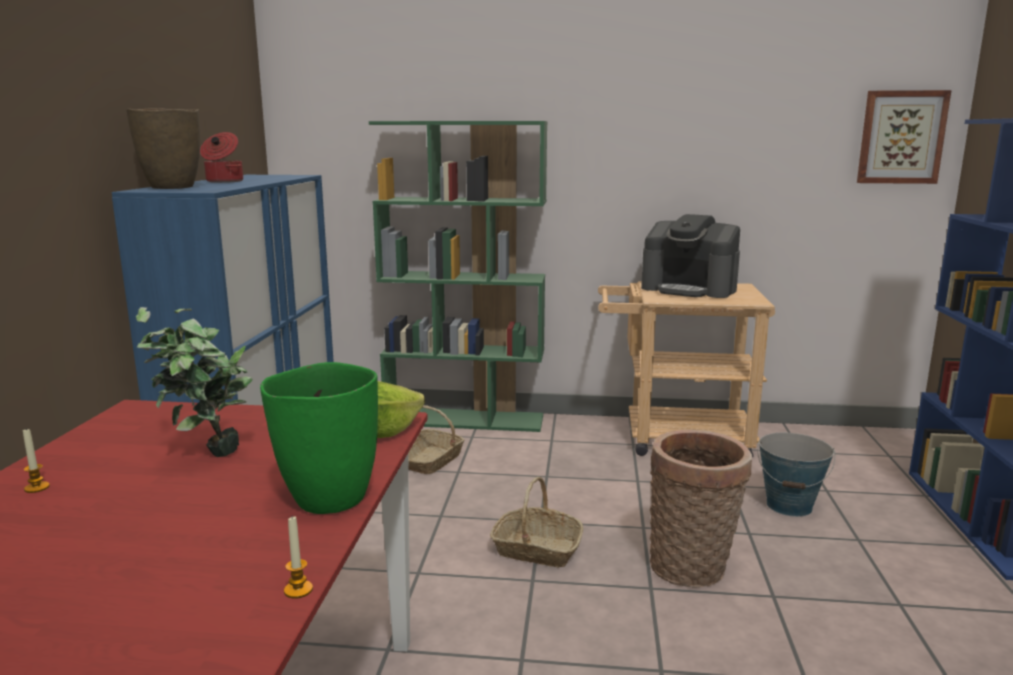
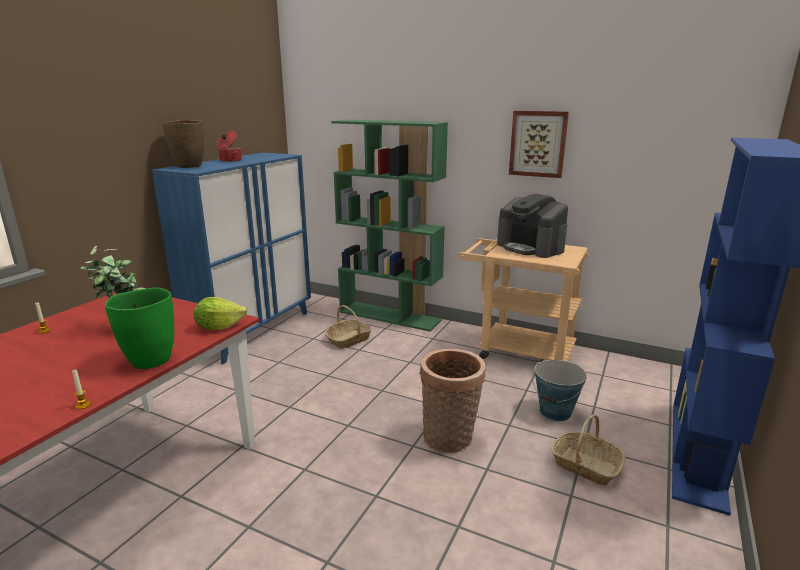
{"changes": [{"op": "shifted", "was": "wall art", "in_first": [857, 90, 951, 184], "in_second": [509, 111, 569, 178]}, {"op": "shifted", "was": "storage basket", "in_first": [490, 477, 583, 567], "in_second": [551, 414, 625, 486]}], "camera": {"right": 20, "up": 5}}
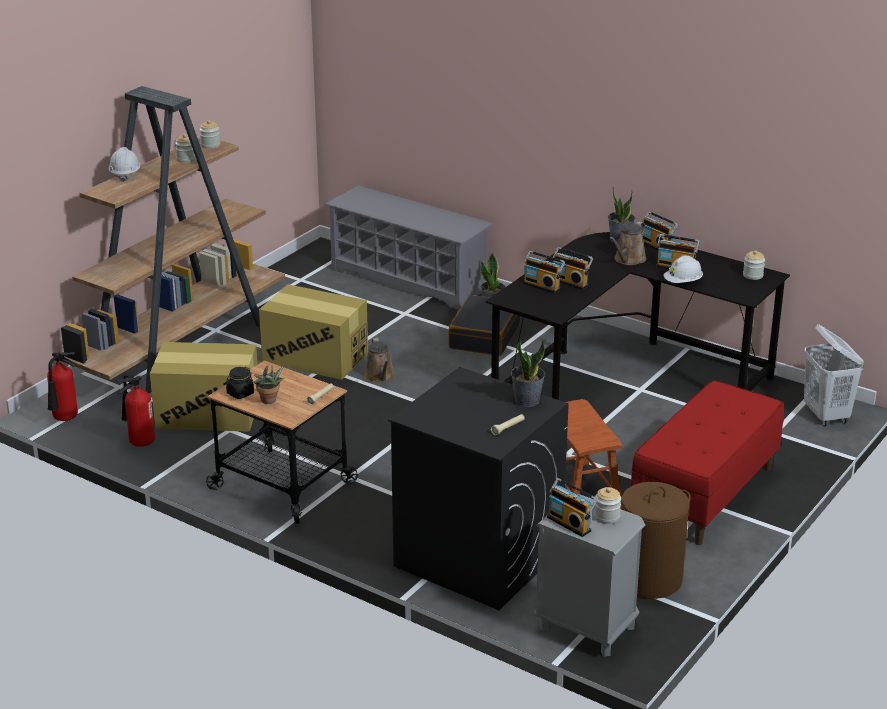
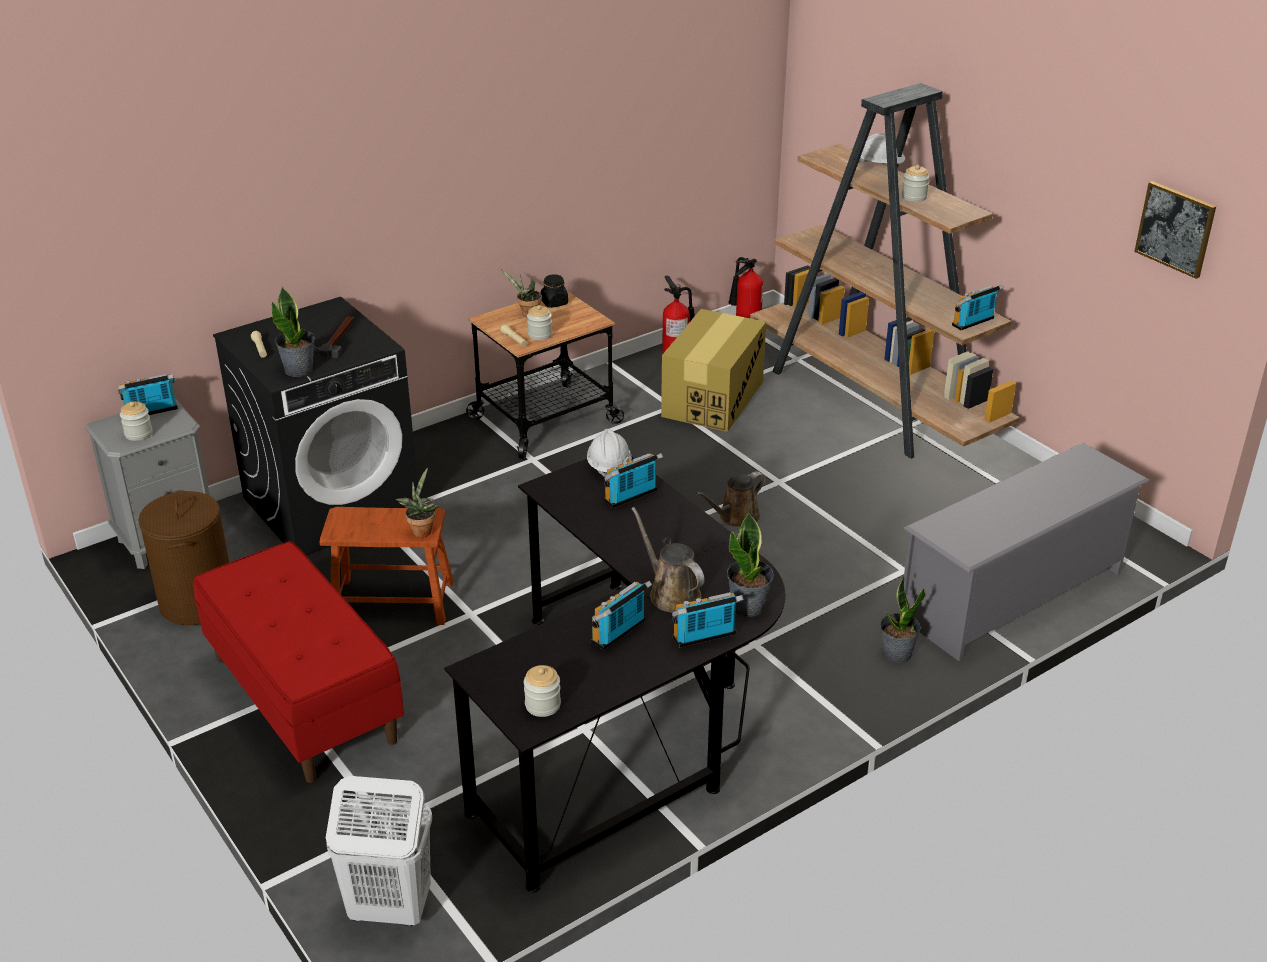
{"changes": [{"op": "shifted", "was": "jar", "in_first": [199, 120, 220, 149], "in_second": [527, 305, 552, 340]}, {"op": "shifted", "was": "radio receiver", "in_first": [553, 247, 593, 290], "in_second": [952, 285, 1004, 330]}, {"op": "shifted", "was": "white safety helmet", "in_first": [663, 256, 703, 283], "in_second": [587, 429, 632, 477]}, {"op": "gone", "was": "packing box", "in_first": [259, 284, 368, 380]}, {"op": "gone", "was": "black-coloured suitcase", "in_first": [448, 295, 520, 356]}, {"op": "rotated", "was": "brown sprinkling can", "in_first": [364, 338, 395, 383], "in_second": [696, 471, 766, 527], "clockwise": -45}, {"op": "new", "now": "wall art", "in_second": [1134, 181, 1216, 279]}, {"op": "new", "now": "tool hammer", "in_second": [314, 316, 354, 358]}, {"op": "new", "now": "houseplant", "in_second": [396, 468, 438, 537]}], "camera": {"right": 110, "up": 5}}
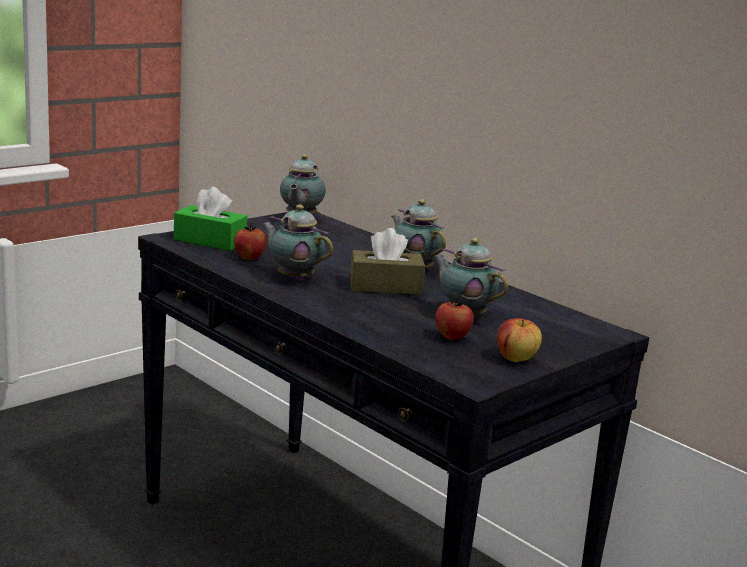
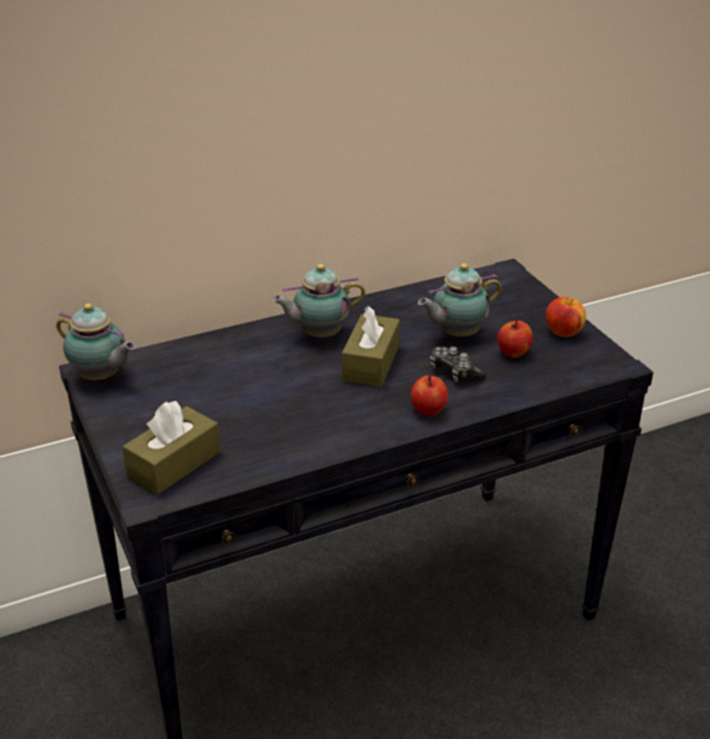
{"changes": [{"op": "repainted", "was": "green-coloured box of tissues", "now": "brown box of tissues", "in_first": [174, 187, 248, 251], "in_second": [122, 401, 220, 494]}, {"op": "gone", "was": "teapot", "in_first": [261, 205, 333, 280]}, {"op": "shifted", "was": "whole apple", "in_first": [234, 223, 267, 260], "in_second": [411, 374, 448, 416]}, {"op": "new", "now": "gamepad", "in_second": [430, 346, 486, 383]}], "camera": {"right": -70, "up": 15}}
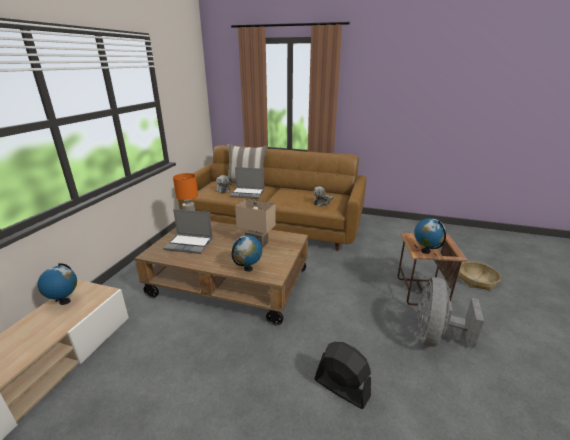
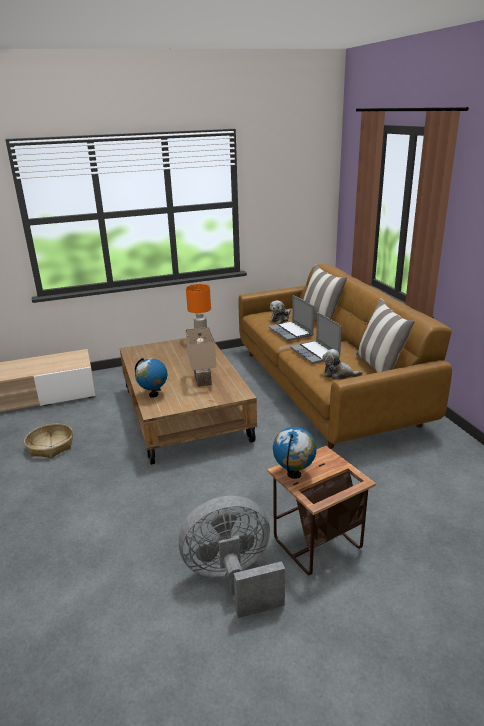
{"changes": [{"op": "shifted", "was": "portable computer", "in_first": [163, 209, 213, 254], "in_second": [290, 312, 342, 364]}, {"op": "shifted", "was": "storage basket", "in_first": [458, 262, 501, 291], "in_second": [24, 424, 73, 459]}, {"op": "gone", "was": "desk globe", "in_first": [37, 263, 77, 305]}, {"op": "gone", "was": "black-coloured cooling fan", "in_first": [315, 342, 371, 409]}, {"op": "new", "now": "throw pillow", "in_second": [356, 298, 415, 373]}], "camera": {"right": 55, "up": 0}}
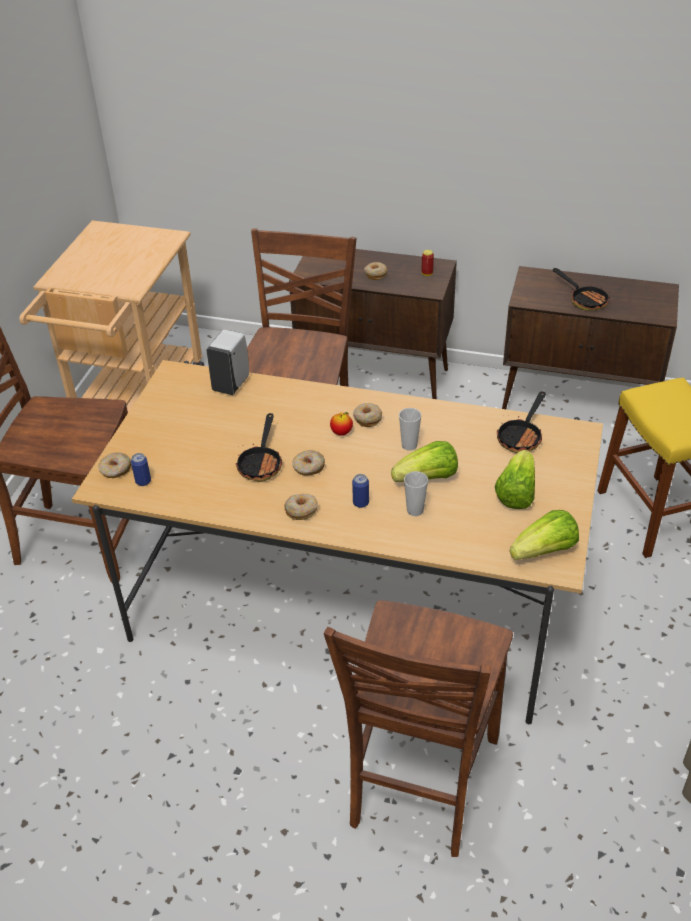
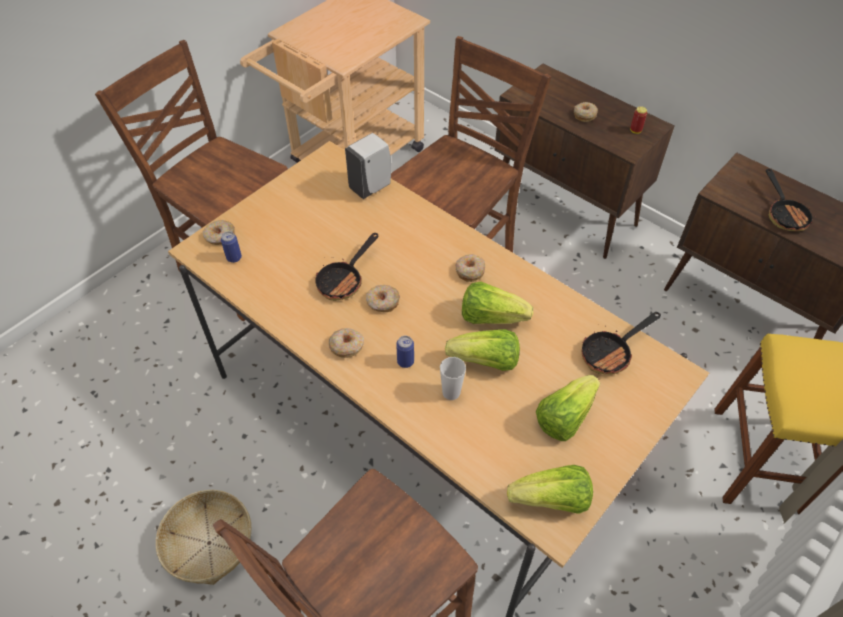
{"changes": [{"op": "swapped", "was": "drinking cup", "now": "lettuce", "in_first": [399, 408, 421, 451], "in_second": [462, 281, 533, 324]}, {"op": "gone", "was": "whole apple", "in_first": [330, 412, 353, 436]}, {"op": "new", "now": "storage basket", "in_second": [156, 490, 252, 585]}], "camera": {"right": 25, "up": 10}}
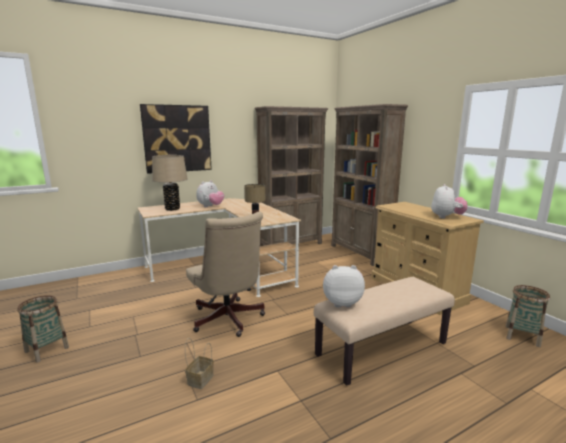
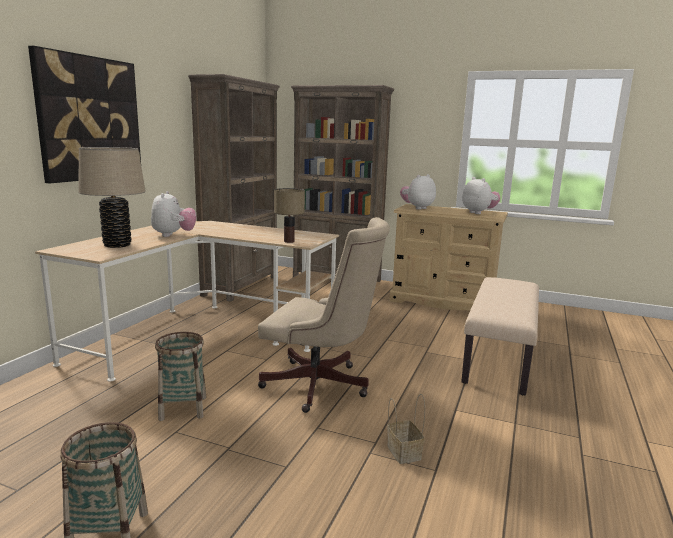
{"changes": [{"op": "shifted", "was": "cuddly toy", "in_first": [323, 265, 365, 308], "in_second": [400, 174, 436, 210]}, {"op": "shifted", "was": "storage basket", "in_first": [506, 285, 550, 347], "in_second": [155, 332, 206, 421]}], "camera": {"right": -40, "up": 0}}
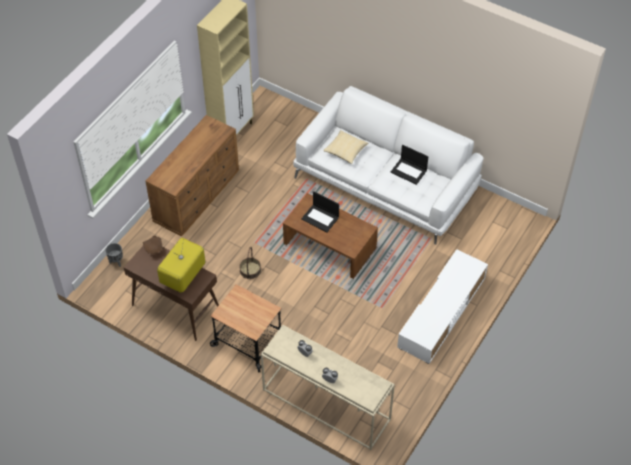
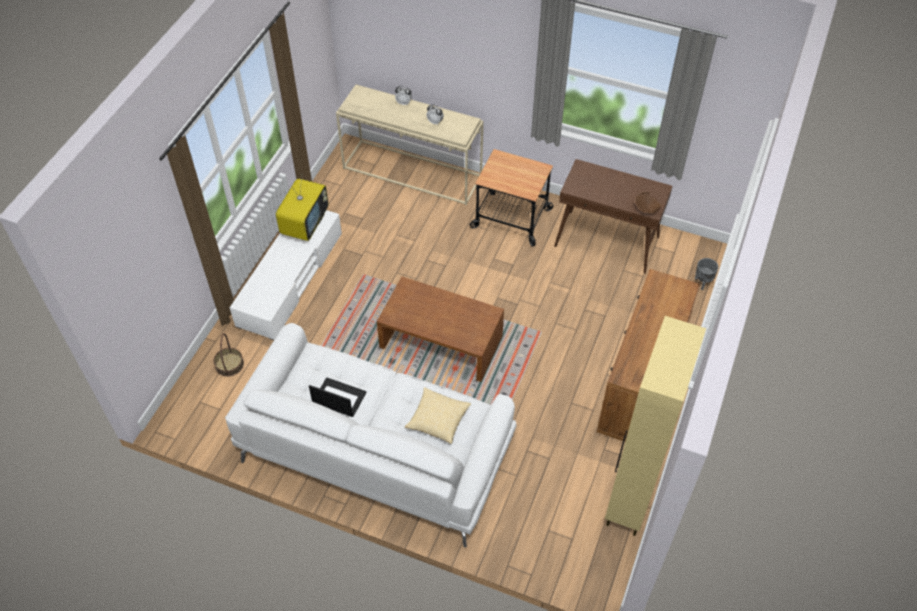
{"changes": [{"op": "gone", "was": "portable computer", "in_first": [301, 191, 339, 232]}, {"op": "shifted", "was": "TV set", "in_first": [157, 238, 205, 293], "in_second": [276, 174, 328, 241]}, {"op": "shifted", "was": "storage basket", "in_first": [239, 246, 261, 279], "in_second": [214, 333, 244, 377]}], "camera": {"right": 170, "up": 0}}
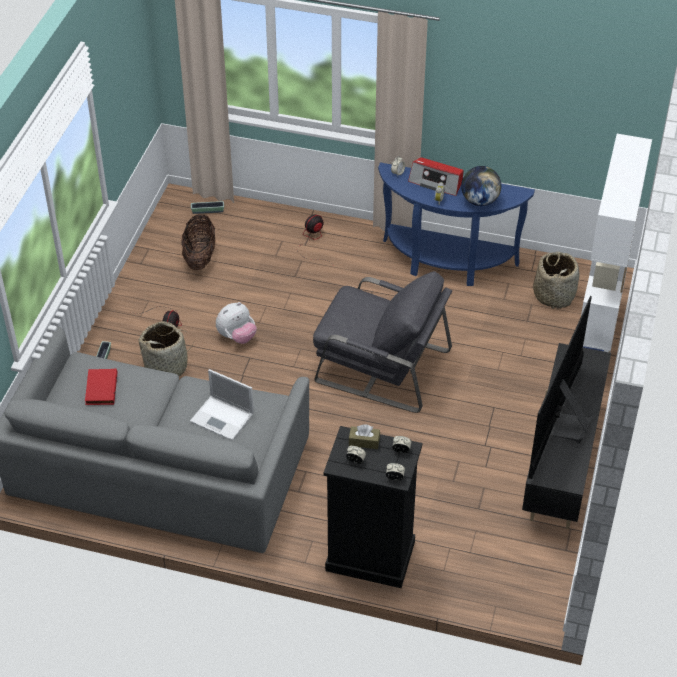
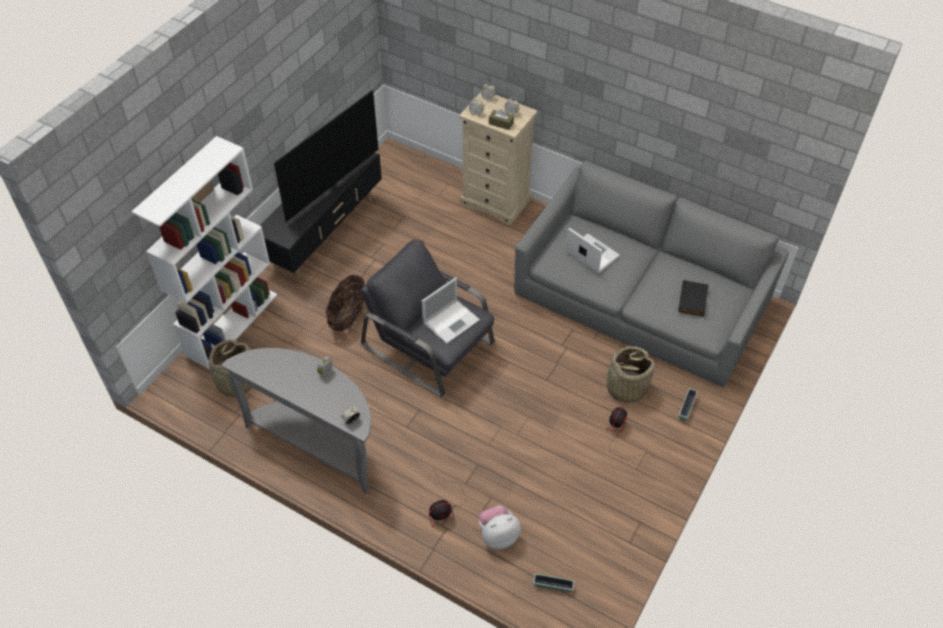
{"changes": [{"op": "gone", "was": "radio receiver", "in_first": [408, 157, 464, 196]}, {"op": "repainted", "was": "blue-coloured console table", "now": "grey console table", "in_first": [378, 162, 535, 286], "in_second": [221, 348, 371, 494]}, {"op": "gone", "was": "desk globe", "in_first": [461, 166, 501, 206]}, {"op": "shifted", "was": "storage basket", "in_first": [181, 214, 215, 270], "in_second": [326, 275, 365, 332]}, {"op": "shifted", "was": "cuddly toy", "in_first": [216, 302, 257, 344], "in_second": [478, 505, 521, 549]}, {"op": "repainted", "was": "red-coloured bound book", "now": "black-coloured bound book", "in_first": [85, 369, 117, 405], "in_second": [679, 280, 709, 317]}, {"op": "repainted", "was": "black-coloured drawer chest", "now": "sand-coloured drawer chest", "in_first": [323, 426, 422, 588], "in_second": [459, 92, 538, 225]}, {"op": "new", "now": "portable computer", "in_second": [422, 277, 480, 344]}], "camera": {"right": -165, "up": 5}}
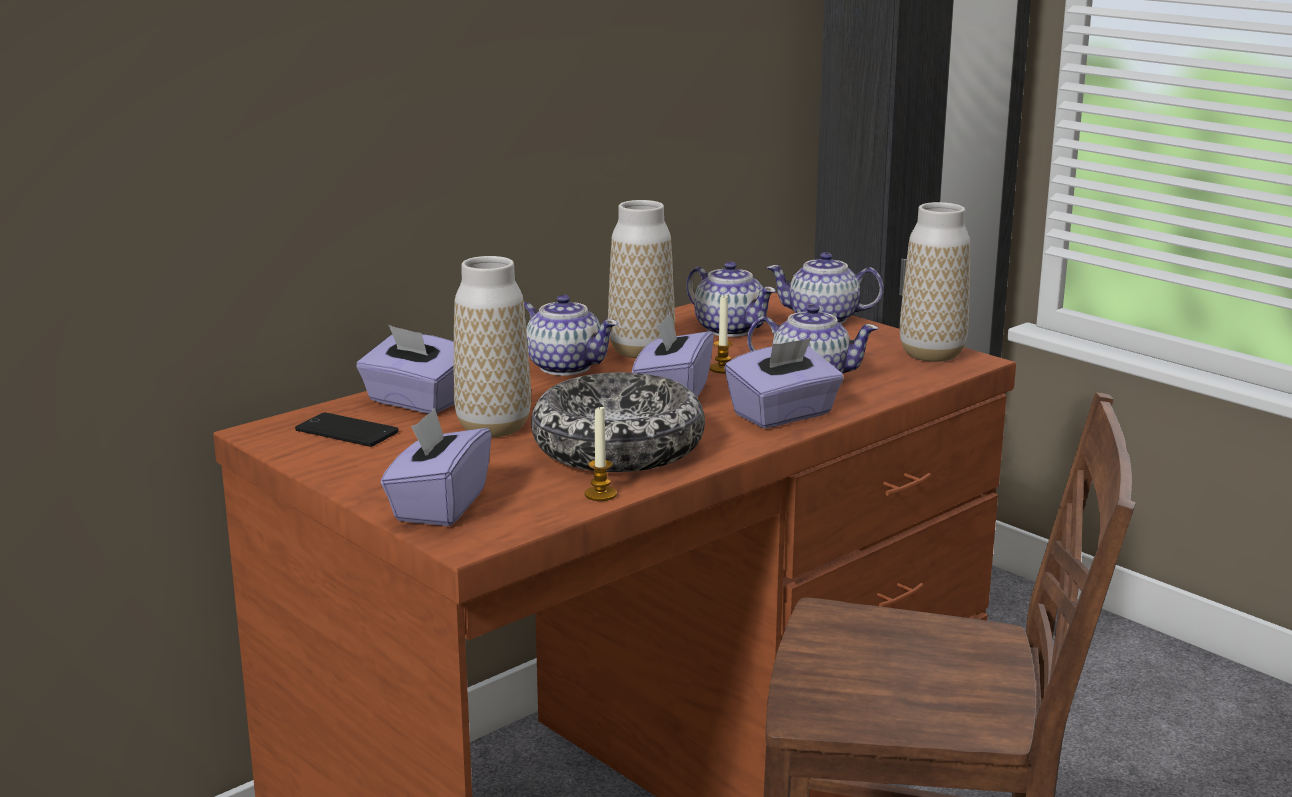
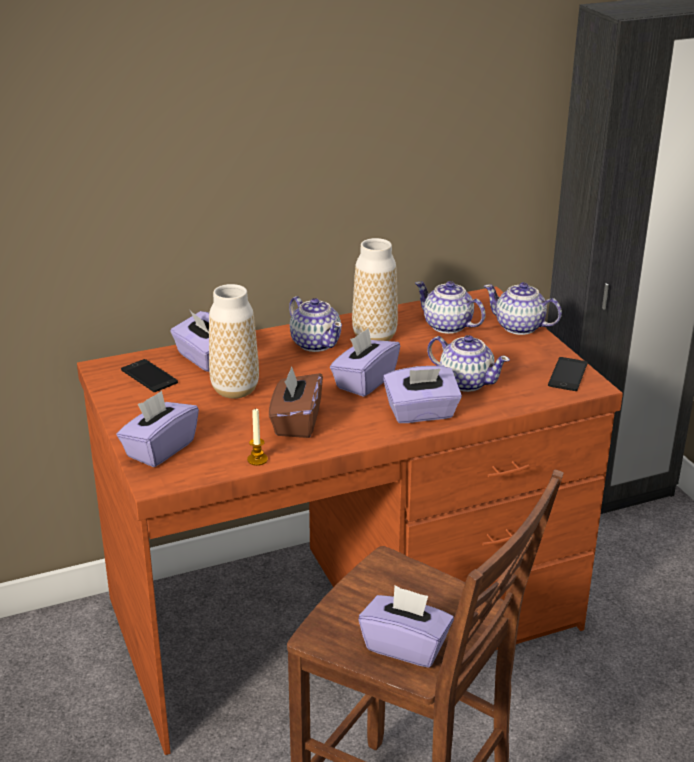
{"changes": [{"op": "swapped", "was": "flower vase", "now": "phone", "in_first": [900, 202, 970, 362], "in_second": [548, 357, 588, 391]}, {"op": "rotated", "was": "teapot", "in_first": [686, 262, 776, 337], "in_second": [415, 281, 486, 334], "clockwise": 150}, {"op": "gone", "was": "wax candle", "in_first": [710, 295, 733, 373]}, {"op": "swapped", "was": "deep dish", "now": "brown box of tissues", "in_first": [531, 372, 705, 472], "in_second": [269, 366, 323, 438]}, {"op": "new", "now": "purplish box of tissues", "in_second": [359, 585, 454, 668]}], "camera": {"right": 20, "up": 10}}
